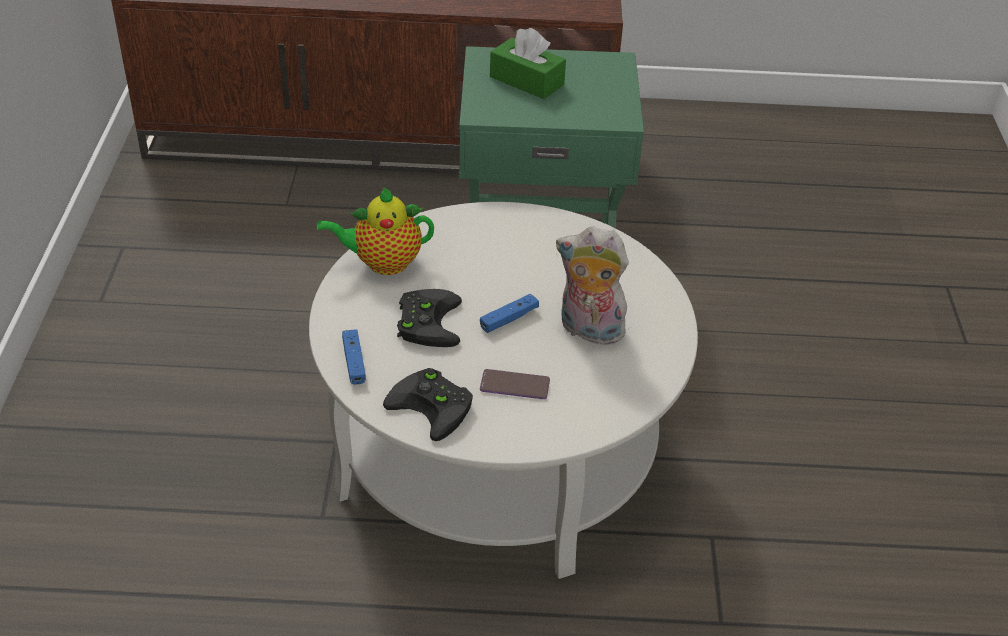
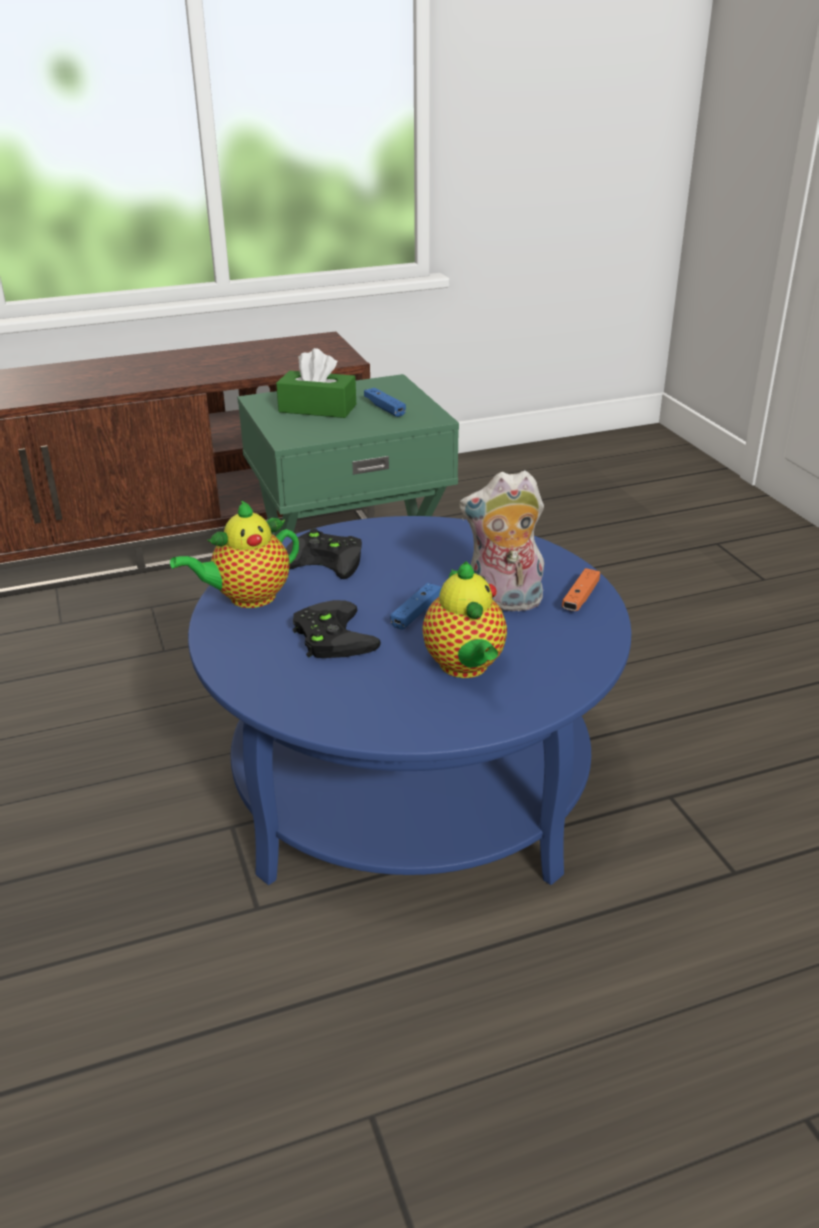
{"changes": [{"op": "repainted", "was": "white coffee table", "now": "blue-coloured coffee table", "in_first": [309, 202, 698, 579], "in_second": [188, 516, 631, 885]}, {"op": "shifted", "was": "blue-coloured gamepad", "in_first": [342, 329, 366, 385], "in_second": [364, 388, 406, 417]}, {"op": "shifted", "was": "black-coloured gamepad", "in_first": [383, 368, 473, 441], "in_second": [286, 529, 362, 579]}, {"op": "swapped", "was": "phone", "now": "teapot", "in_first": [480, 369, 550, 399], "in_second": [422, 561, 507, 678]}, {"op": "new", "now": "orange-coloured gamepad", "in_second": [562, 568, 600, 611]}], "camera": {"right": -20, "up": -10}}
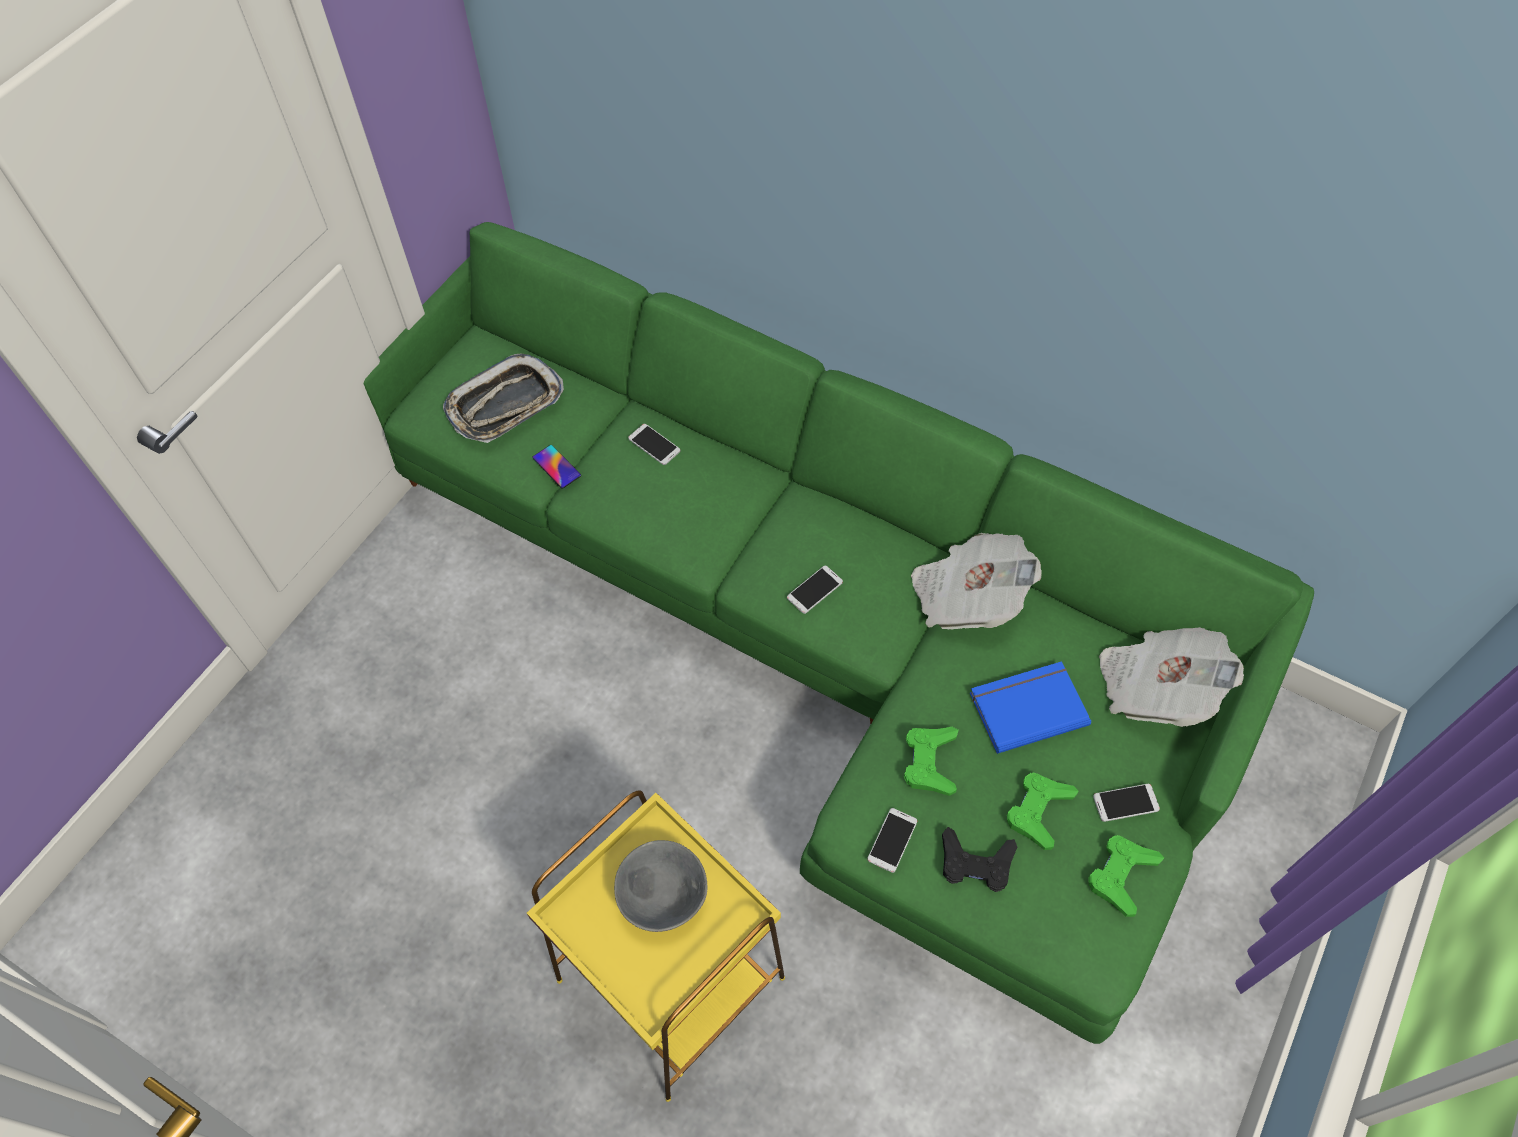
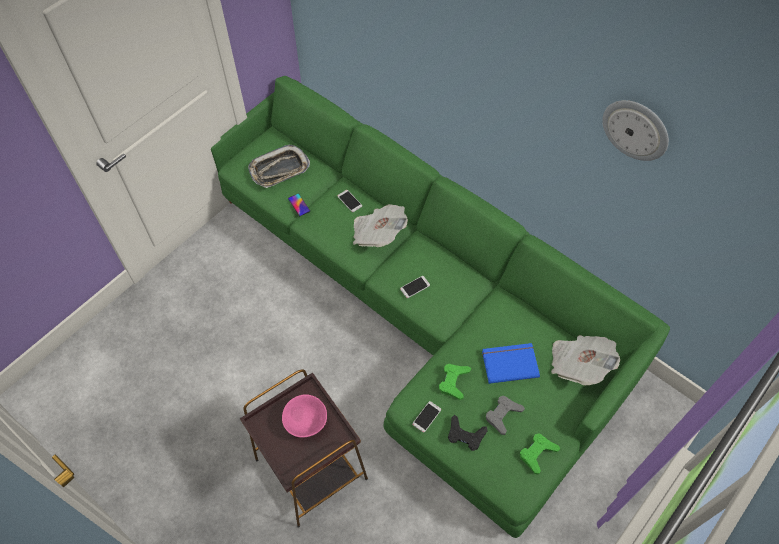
{"changes": [{"op": "shifted", "was": "printed paper", "in_first": [911, 533, 1042, 630], "in_second": [353, 204, 408, 247]}, {"op": "repainted", "was": "green-coloured gamepad", "now": "grey gamepad", "in_first": [1007, 773, 1079, 850], "in_second": [486, 396, 525, 435]}, {"op": "gone", "was": "phone", "in_first": [1093, 784, 1160, 822]}, {"op": "repainted", "was": "yellow-coloured end table", "now": "brown end table", "in_first": [527, 790, 785, 1102], "in_second": [240, 369, 368, 528]}, {"op": "repainted", "was": "grey deep dish", "now": "pinkish deep dish", "in_first": [614, 840, 708, 932], "in_second": [282, 394, 327, 438]}, {"op": "new", "now": "hanging clock", "in_second": [602, 100, 669, 161]}], "camera": {"right": 10, "up": 0}}
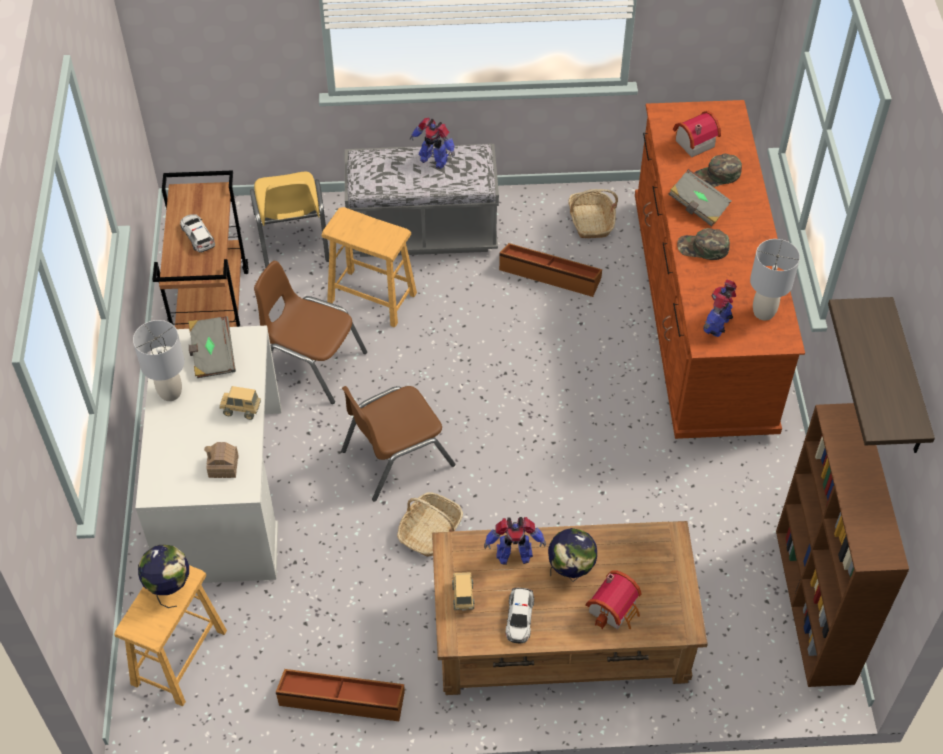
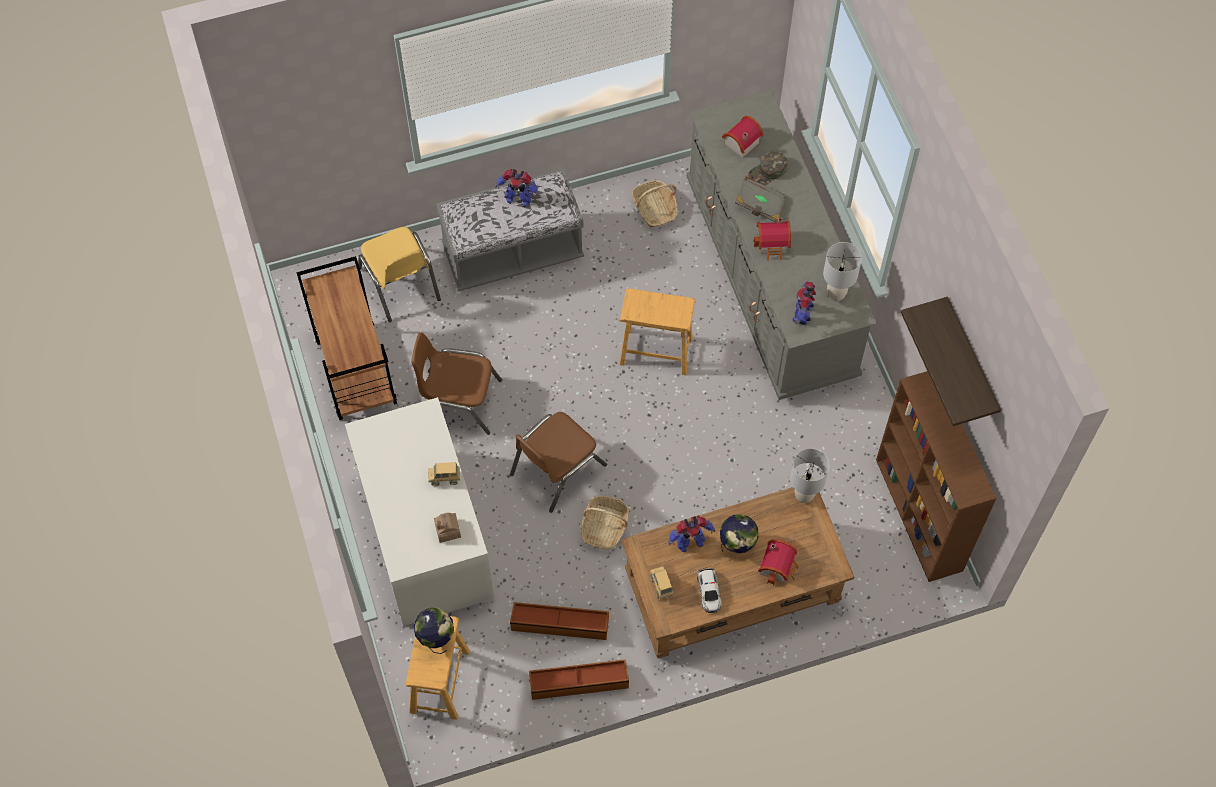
{"changes": [{"op": "repainted", "was": "brown drawer chest", "now": "grey drawer chest", "in_first": [635, 100, 805, 439], "in_second": [687, 90, 877, 400]}, {"op": "shifted", "was": "brown stool", "in_first": [321, 207, 417, 327], "in_second": [620, 288, 695, 375]}, {"op": "gone", "was": "model car", "in_first": [180, 214, 215, 252]}, {"op": "swapped", "was": "green-coloured peaked cap", "now": "model house", "in_first": [677, 228, 730, 260], "in_second": [753, 218, 791, 260]}, {"op": "shifted", "was": "brown storage container", "in_first": [499, 243, 602, 297], "in_second": [510, 602, 609, 640]}, {"op": "gone", "was": "grey bound book", "in_first": [188, 316, 236, 378]}, {"op": "shifted", "was": "grey tabletop lamp", "in_first": [133, 320, 185, 401], "in_second": [790, 448, 829, 503]}], "camera": {"right": -15, "up": 10}}
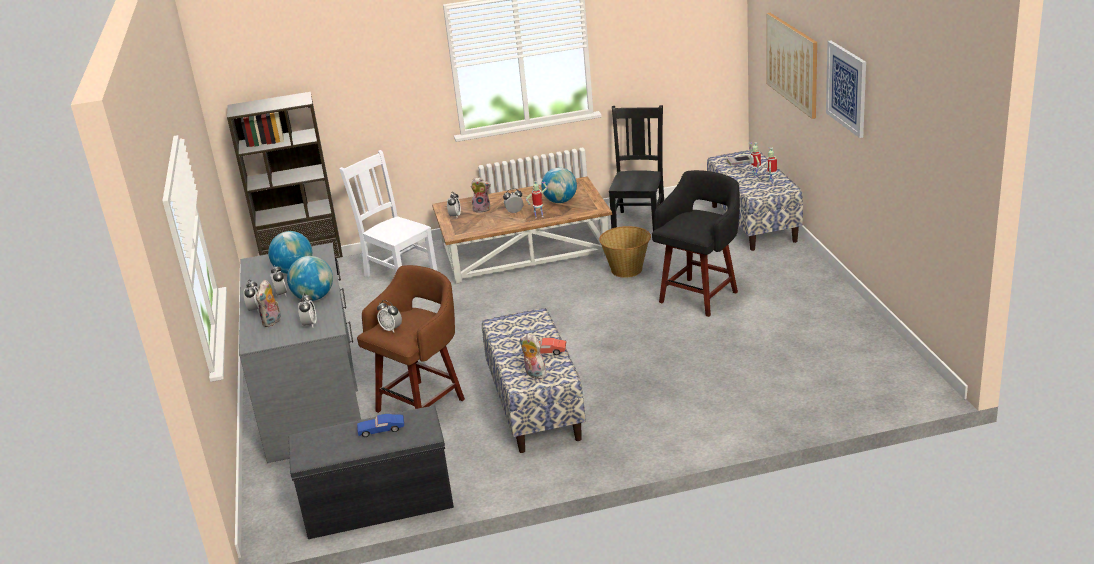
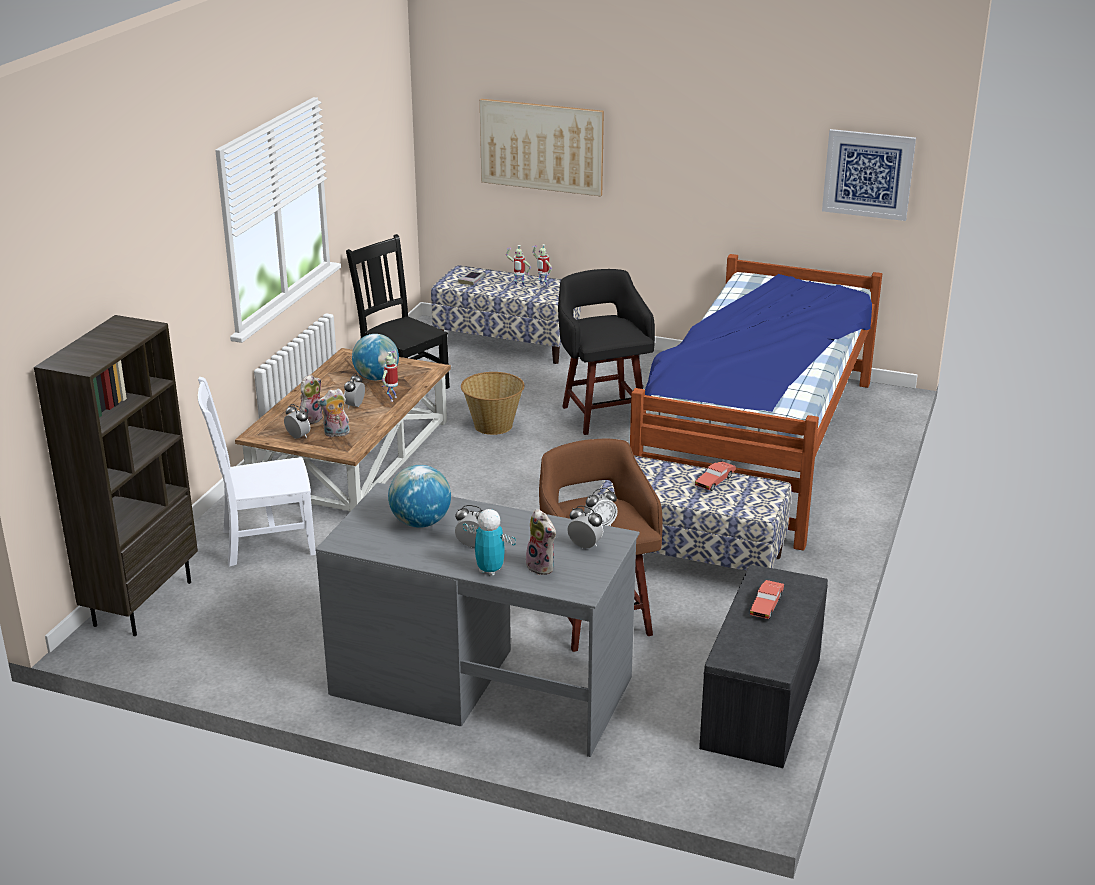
{"changes": [{"op": "shifted", "was": "wall art", "in_first": [826, 41, 866, 138], "in_second": [822, 129, 916, 221]}, {"op": "gone", "was": "desk globe", "in_first": [287, 256, 333, 301]}, {"op": "swapped", "was": "table clock", "now": "toy robot", "in_first": [244, 280, 259, 313], "in_second": [463, 509, 516, 576]}, {"op": "shifted", "was": "cuddly toy", "in_first": [520, 334, 547, 379], "in_second": [317, 389, 350, 437]}, {"op": "repainted", "was": "blue-coloured model car", "now": "red-coloured model car", "in_first": [357, 414, 404, 437], "in_second": [750, 580, 784, 619]}, {"op": "new", "now": "sleeping bed", "in_second": [630, 254, 882, 551]}], "camera": {"right": -60, "up": 0}}
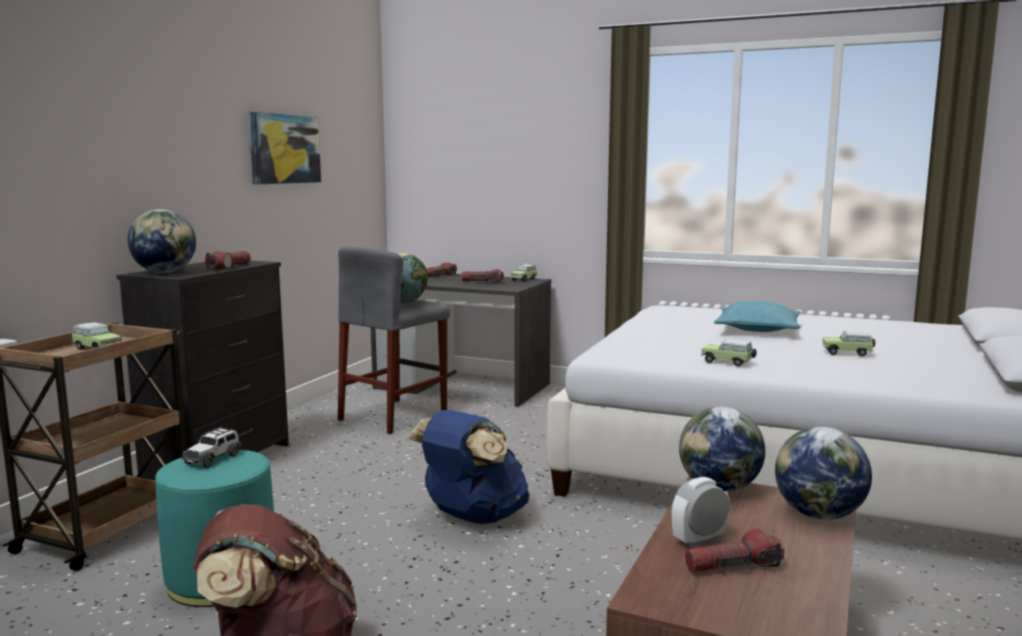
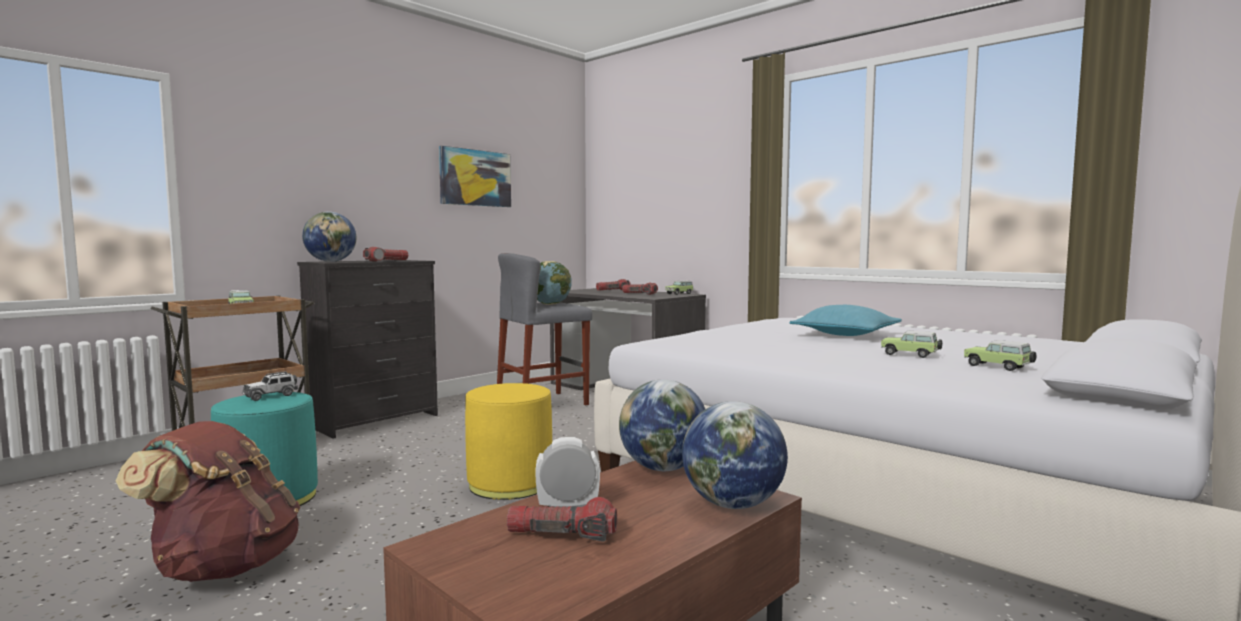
{"changes": [{"op": "shifted", "was": "model car", "in_first": [701, 339, 757, 366], "in_second": [964, 340, 1037, 371]}, {"op": "swapped", "was": "blue-coloured rucksack", "now": "yellow-coloured footrest", "in_first": [408, 410, 530, 524], "in_second": [465, 383, 552, 500]}], "camera": {"right": 20, "up": -5}}
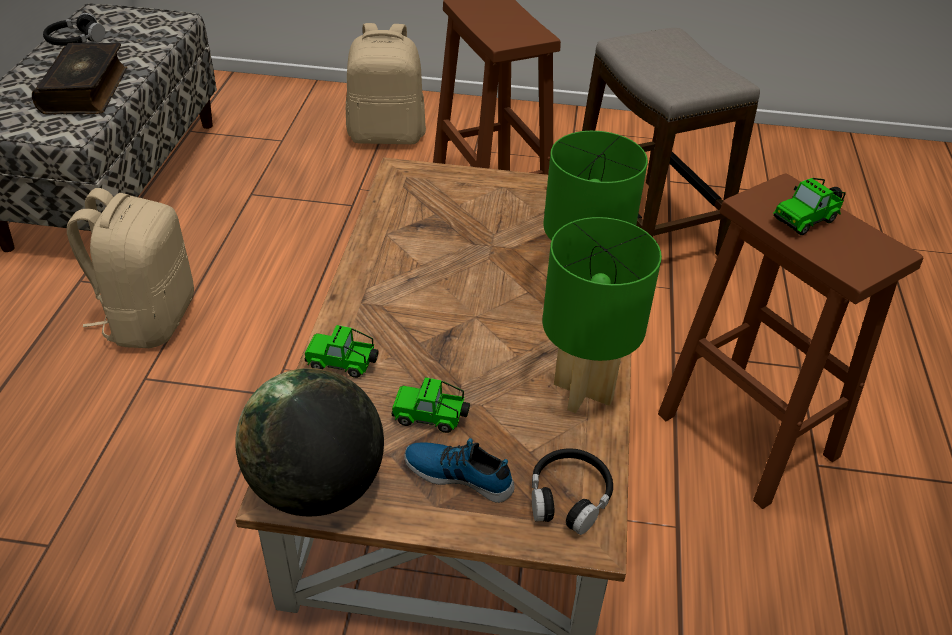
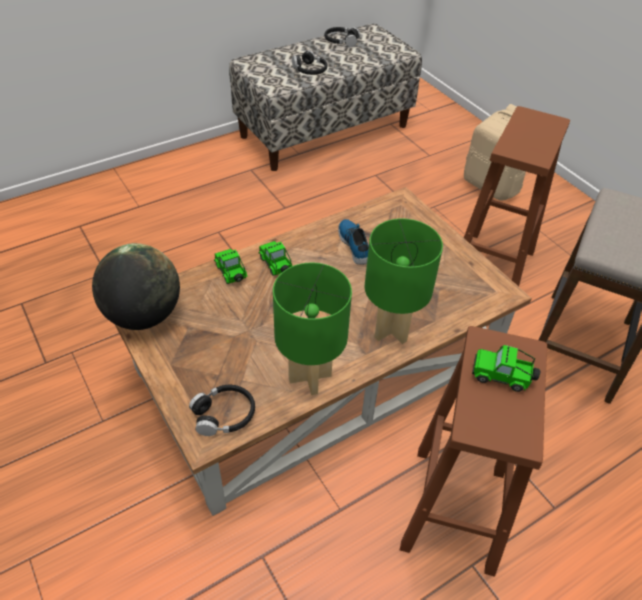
{"changes": [{"op": "swapped", "was": "bound book", "now": "black-coloured headphones", "in_first": [32, 43, 127, 115], "in_second": [292, 50, 327, 75]}, {"op": "gone", "was": "sand-coloured rucksack", "in_first": [67, 188, 194, 348]}, {"op": "shifted", "was": "model car", "in_first": [391, 377, 470, 433], "in_second": [258, 241, 292, 276]}, {"op": "shifted", "was": "shoe", "in_first": [404, 438, 515, 503], "in_second": [338, 219, 369, 265]}], "camera": {"right": 50, "up": 5}}
